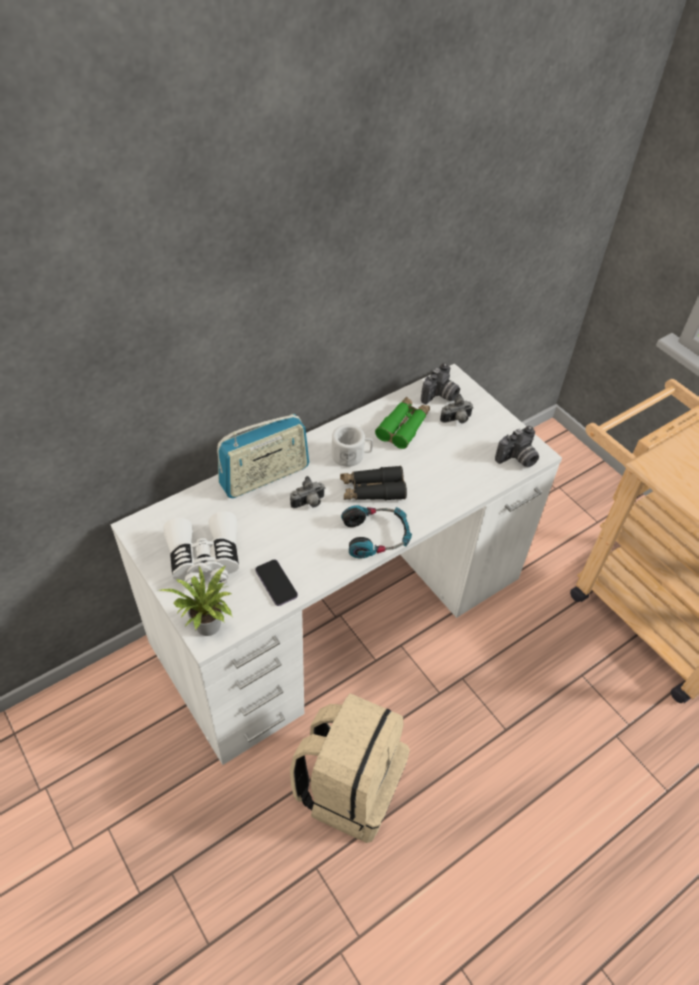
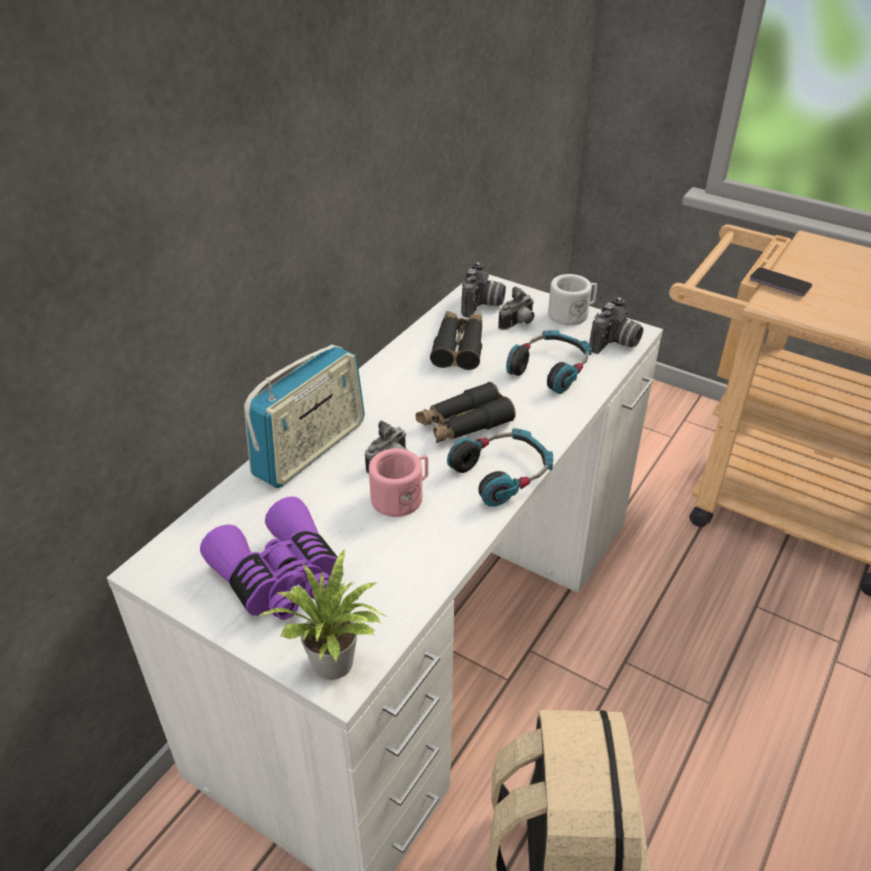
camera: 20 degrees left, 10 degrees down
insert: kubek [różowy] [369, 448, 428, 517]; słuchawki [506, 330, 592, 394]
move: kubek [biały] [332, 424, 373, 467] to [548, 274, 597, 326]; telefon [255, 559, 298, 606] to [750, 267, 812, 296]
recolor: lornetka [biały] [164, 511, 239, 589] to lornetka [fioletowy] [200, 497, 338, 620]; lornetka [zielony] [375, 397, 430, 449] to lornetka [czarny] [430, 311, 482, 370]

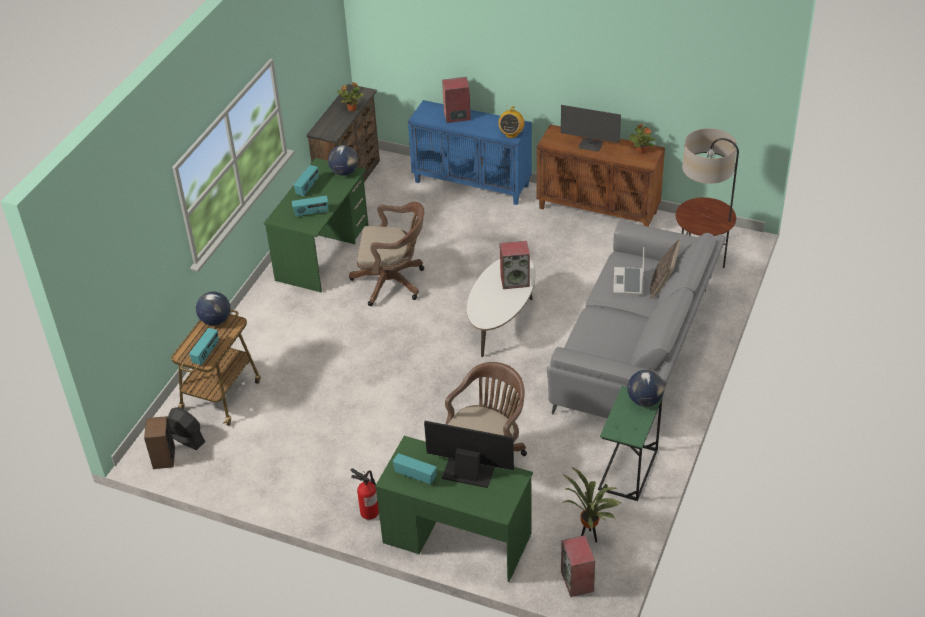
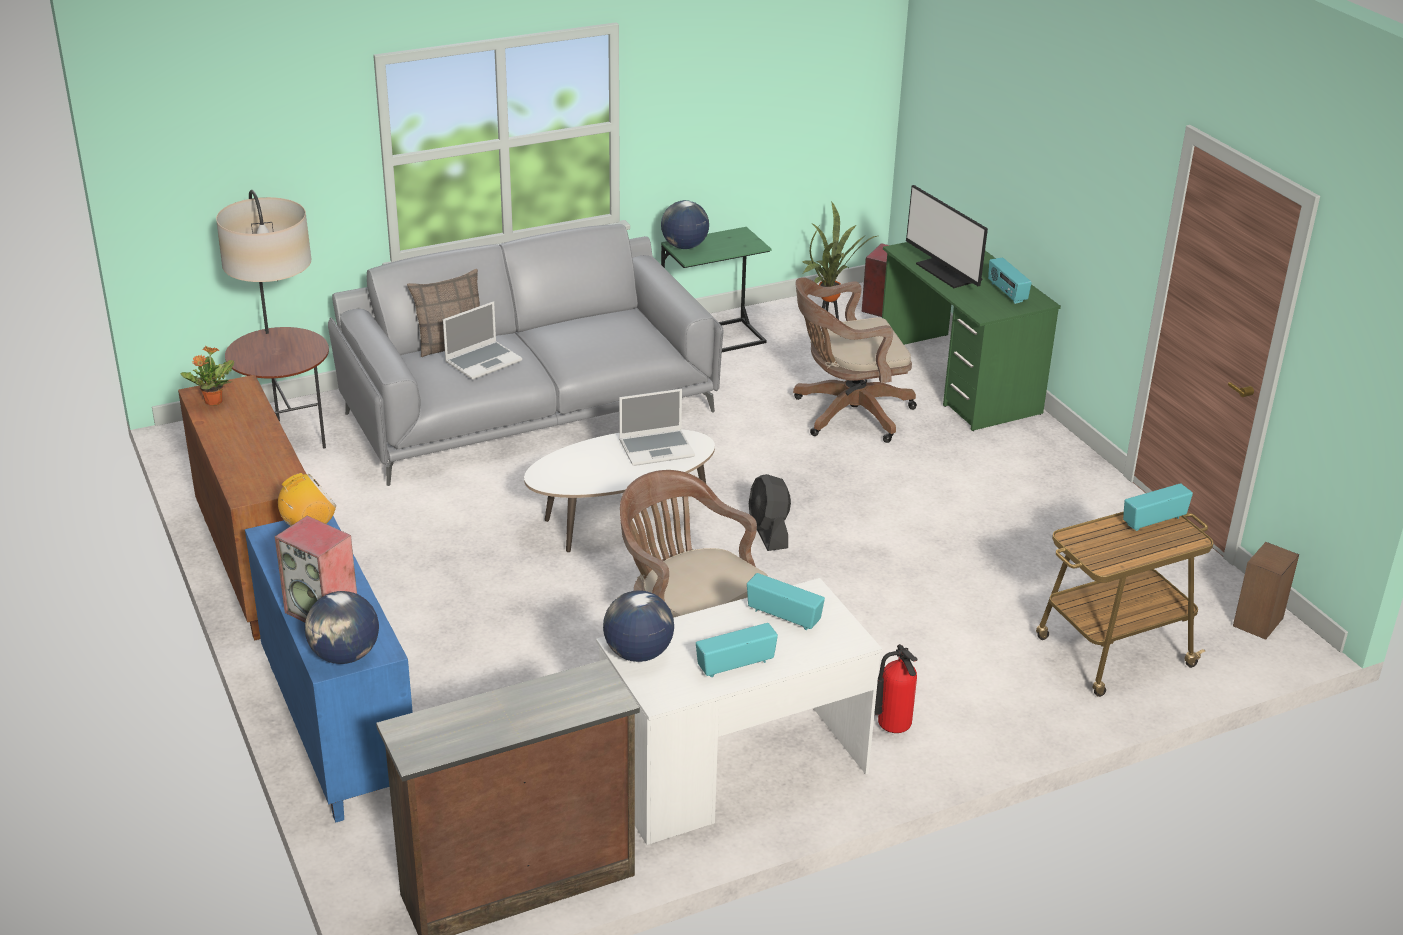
camera: 140 degrees left, 10 degrees down
delete: roślina doniczkowa [337, 82, 364, 112]; głośnik [500, 241, 530, 289]; monitor [561, 105, 621, 152]
insert: laptop [619, 389, 695, 466]
move: globus [196, 291, 230, 326] to [305, 591, 379, 664]; wentylator [czarny] [167, 407, 206, 450] to [749, 474, 791, 551]; gaśnica [350, 468, 379, 520] to [874, 644, 917, 733]
recolor: biurko [zielony] [264, 158, 368, 292] to biurko [biały] [596, 578, 882, 845]

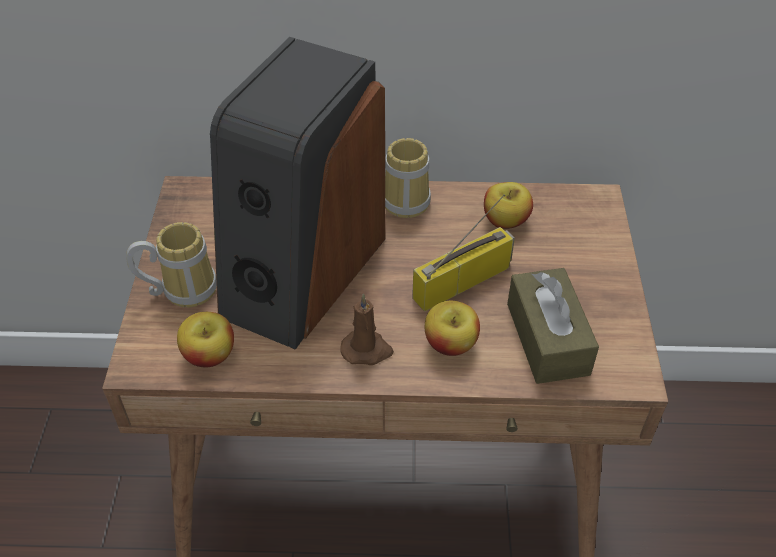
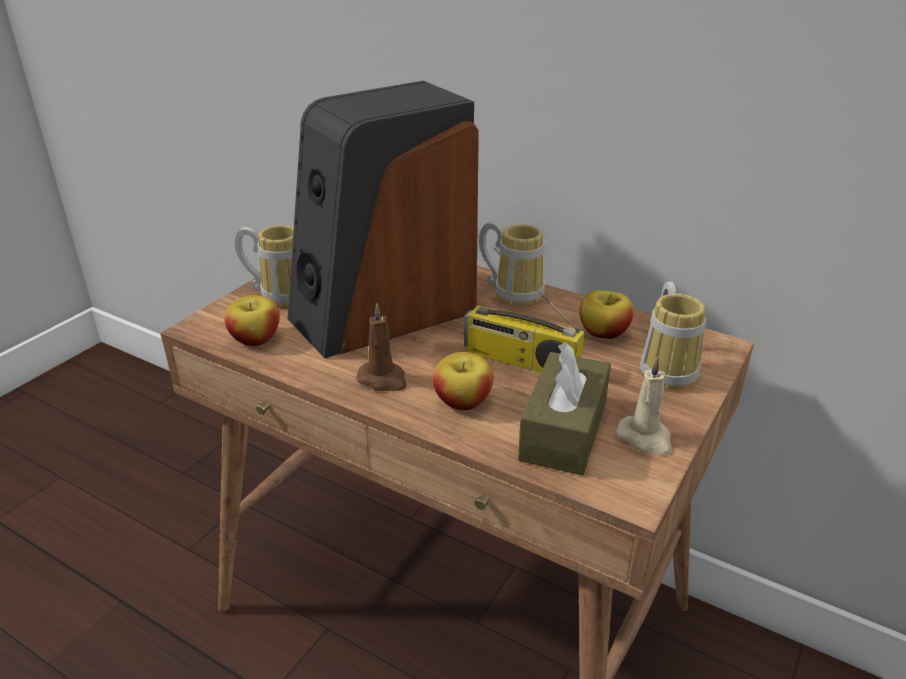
camera: 30 degrees right, 15 degrees down
insert: świeca [beżowy] [616, 356, 672, 456]; kubek [640, 282, 706, 389]
rotate: radio [412, 194, 515, 311] = [464, 248, 584, 373] 150 degrees counterclockwise

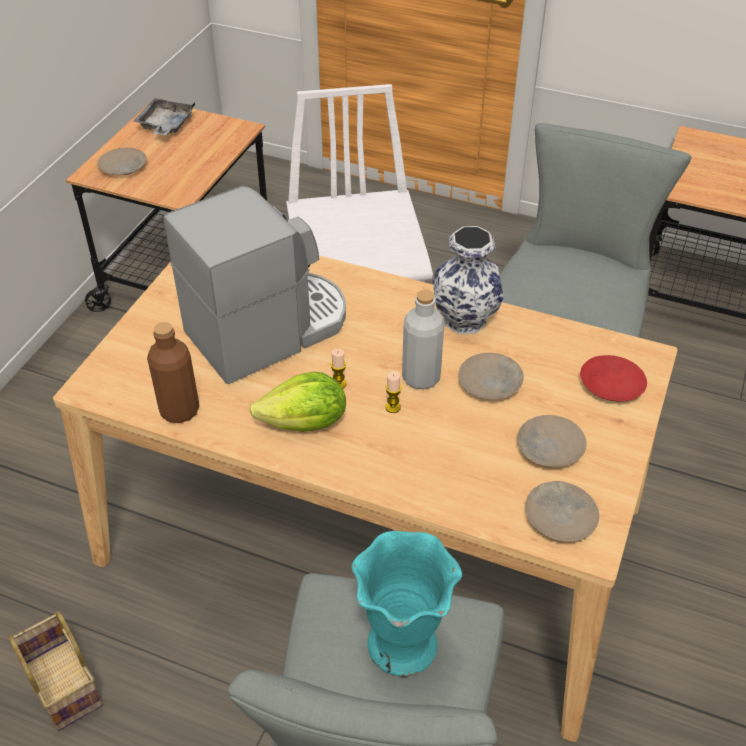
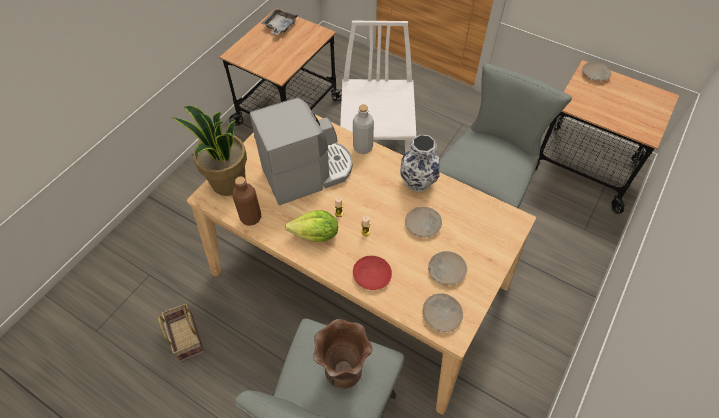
camera: 10 degrees right, 10 degrees up
insert: roślina doniczkowa [172, 106, 247, 196]
move: butelka [szary] [402, 290, 444, 389] to [353, 104, 374, 154]; talerz [czerwony] [580, 355, 647, 402] to [353, 256, 392, 290]; talerz [beżowy] [97, 148, 147, 175] to [582, 62, 611, 81]
recolor: wazon [turkusowy] [351, 531, 462, 677] to wazon [brązowy] [313, 319, 372, 389]

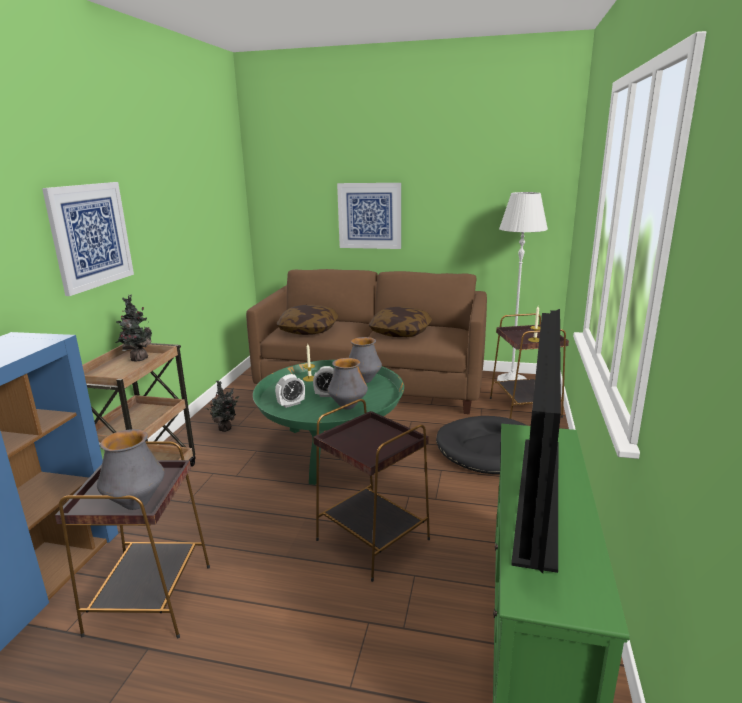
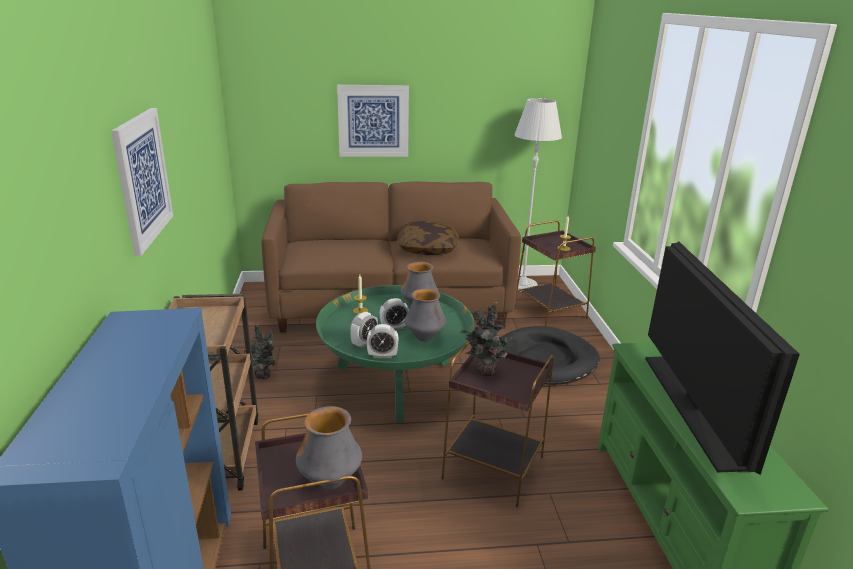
camera: 20 degrees left, 5 degrees up
delete: poduszka [277, 305, 339, 335]
insert: budzik [367, 324, 399, 358]
move: roślina doniczkowa [115, 295, 152, 361] to [459, 301, 516, 376]

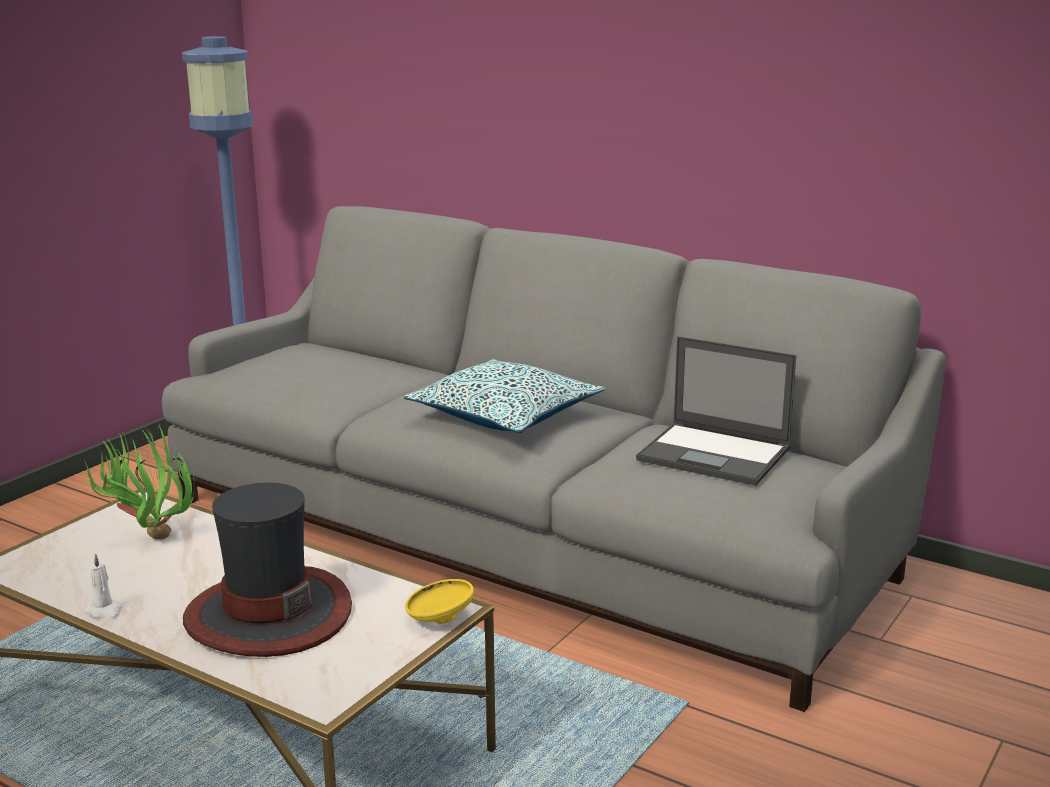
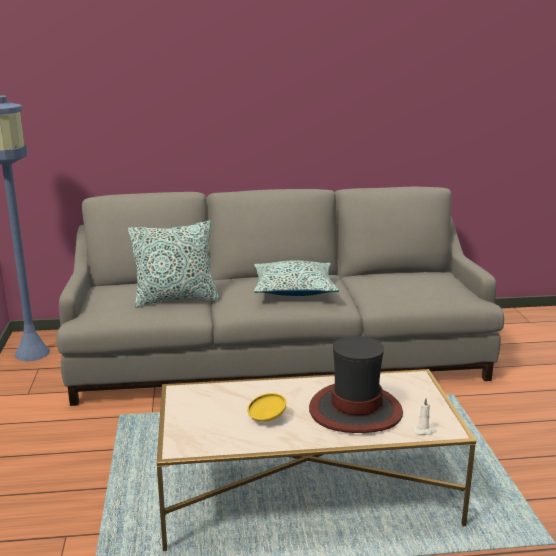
camera: 40 degrees left, 0 degrees up
delete: roślina doniczkowa [84, 423, 194, 539]; laptop [636, 336, 796, 486]
insert: poduszka [128, 220, 219, 308]
move: miska [żółty] [405, 579, 474, 624] to [247, 393, 286, 422]; świeca [biały] [84, 553, 121, 619] to [412, 398, 436, 435]

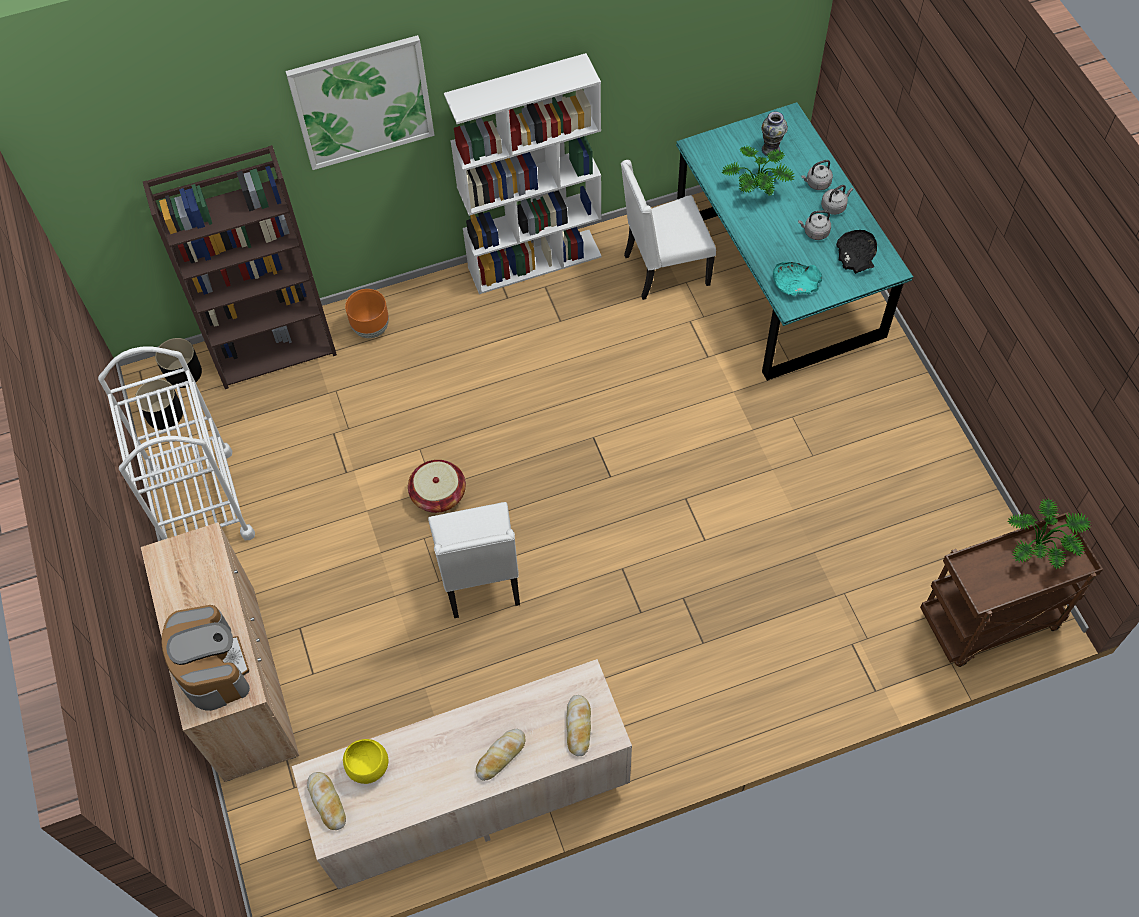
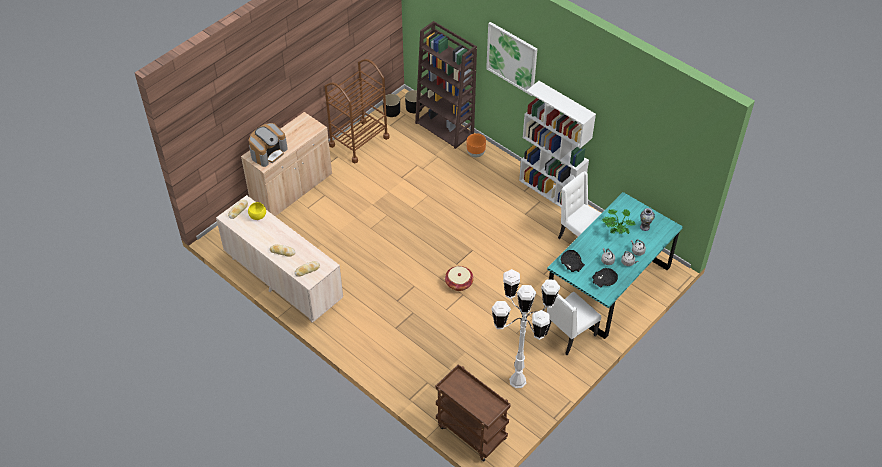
camera: 60 degrees right, 10 degrees down
delete: roślina doniczkowa [1008, 498, 1091, 570]
insert: lampa stojąca [biały] [491, 269, 560, 388]
move: koszyk [408, 460, 466, 513] to [445, 266, 474, 291]; krzesło [biały] [428, 502, 520, 618] to [545, 292, 601, 355]
recolor: wózek [biały] [98, 346, 255, 540] to wózek [brązowy] [324, 59, 390, 163]; miska [turkusowy] [773, 262, 822, 296] to miska [czarny] [561, 250, 585, 272]

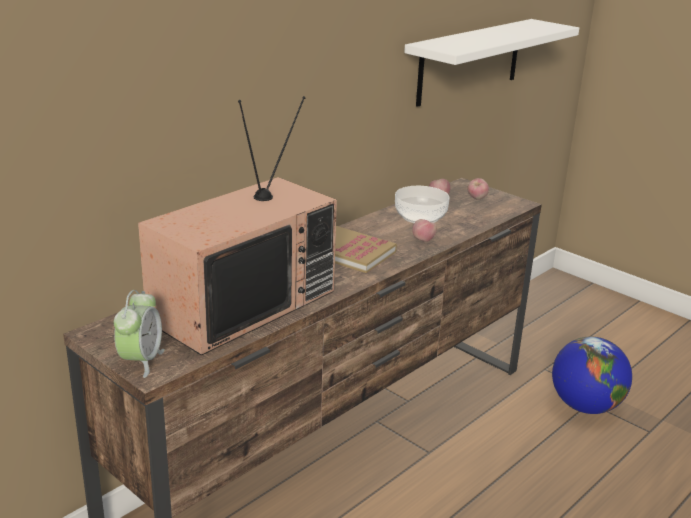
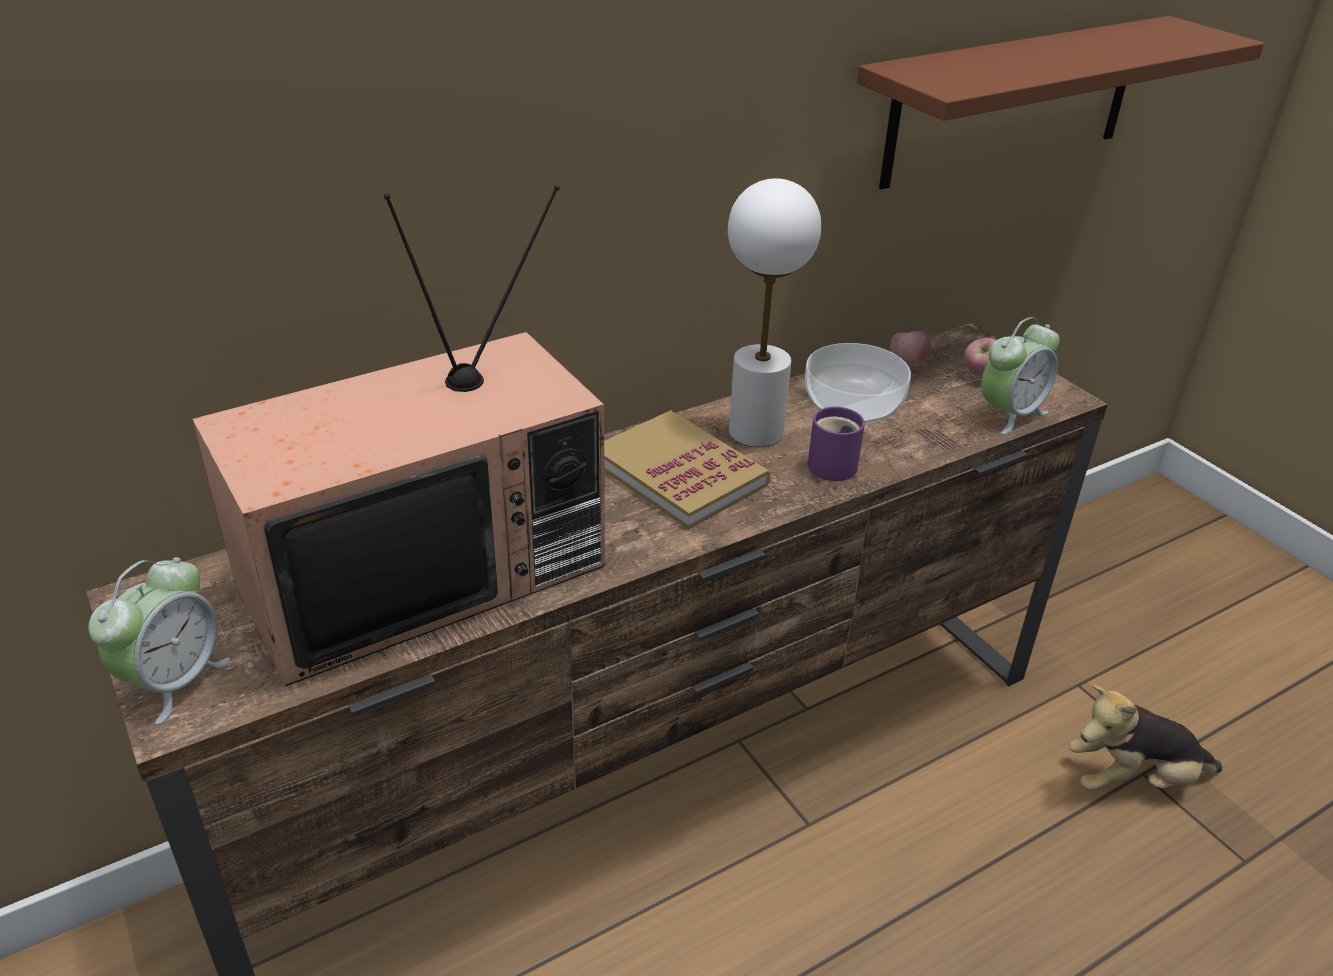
camera: 15 degrees right, 10 degrees up
insert: lampa stołowa [biały] [728, 178, 821, 447]; budzik [982, 317, 1059, 434]
replace: jabłko [412, 219, 437, 242] to kubek [fioletowy] [808, 407, 865, 481]; globus [552, 336, 632, 414] to pluszak [1069, 685, 1222, 790]
recolor: półka [biały] [404, 19, 579, 107] to półka [brązowy] [857, 16, 1264, 189]

